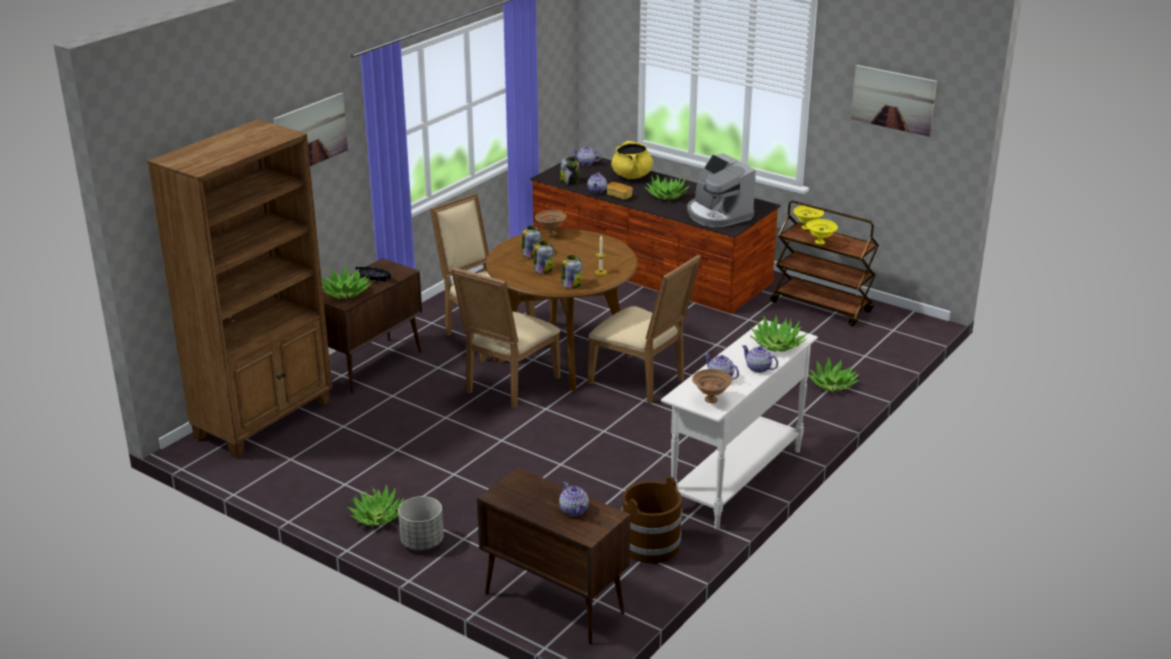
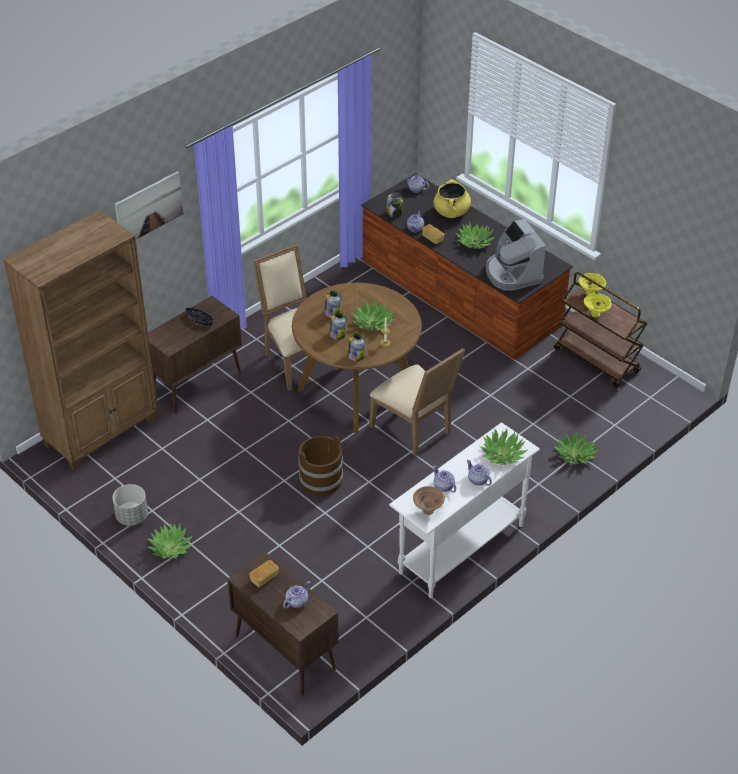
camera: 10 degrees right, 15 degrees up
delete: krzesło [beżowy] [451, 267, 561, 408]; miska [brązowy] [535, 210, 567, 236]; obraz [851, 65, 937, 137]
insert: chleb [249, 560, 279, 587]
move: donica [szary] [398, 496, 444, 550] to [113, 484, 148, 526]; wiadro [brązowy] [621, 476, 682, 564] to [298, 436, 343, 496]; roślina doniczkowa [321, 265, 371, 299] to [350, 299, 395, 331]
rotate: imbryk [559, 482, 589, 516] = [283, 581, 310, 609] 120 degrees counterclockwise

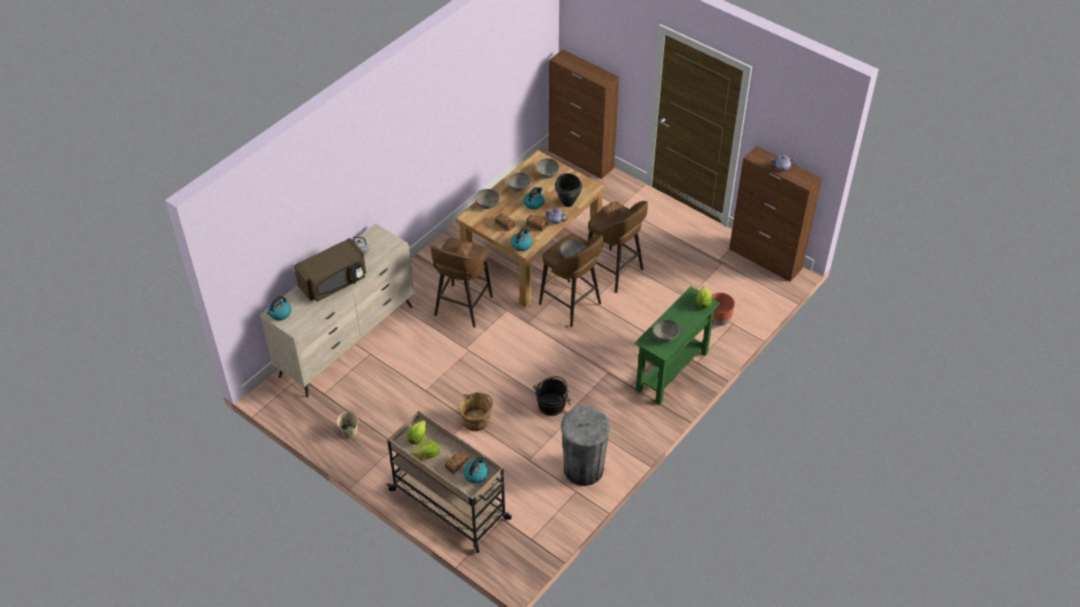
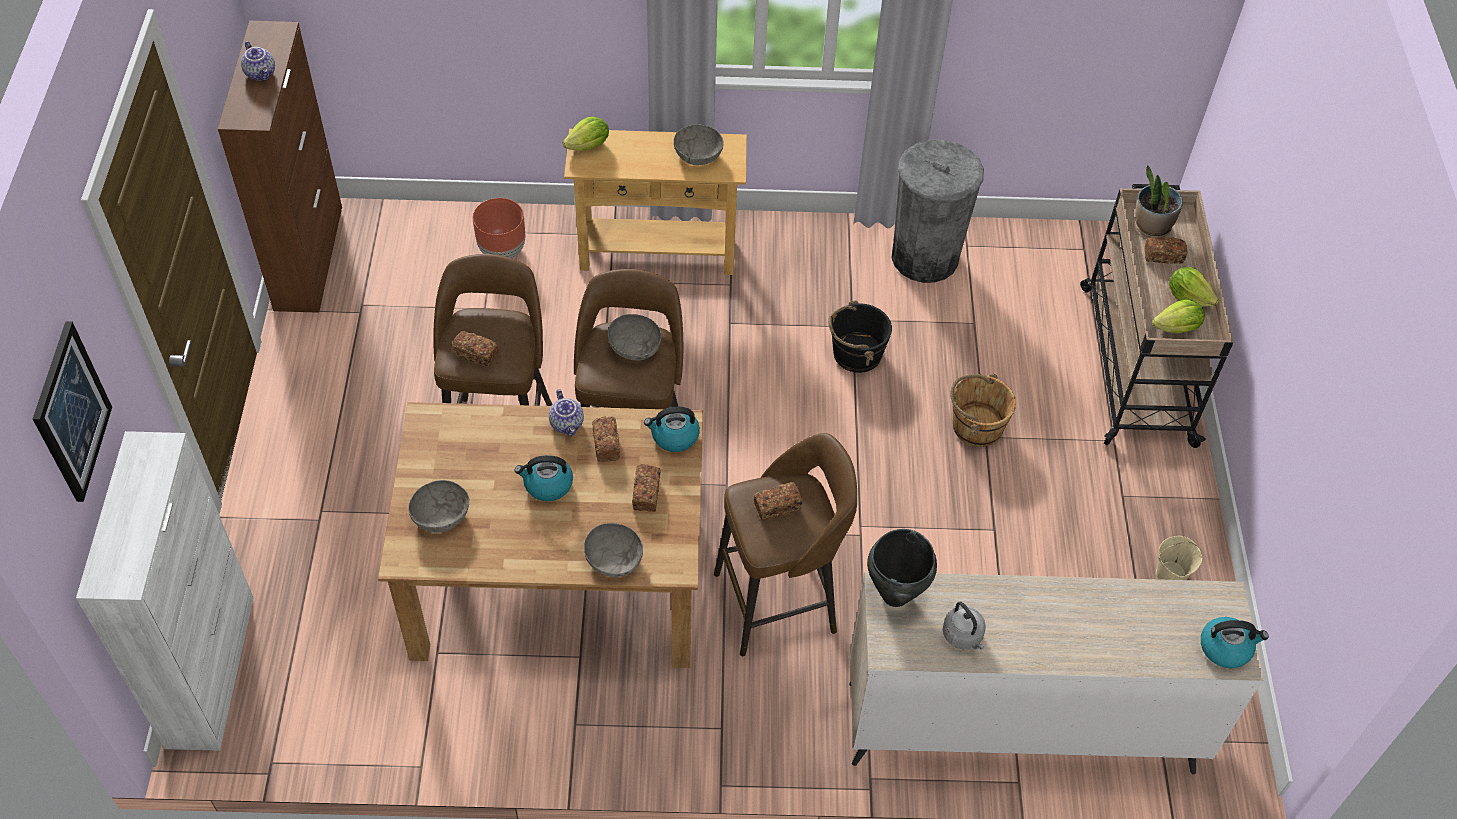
camera: 130 degrees left, 5 degrees up
delete: mikrofalówka [brązowy] [294, 238, 366, 302]; miska [szary] [507, 173, 532, 192]
insert: obraz [33, 321, 112, 502]
move: garnek [czarny] [555, 173, 582, 207] to [867, 529, 937, 607]
replace: czajnik [463, 455, 488, 484] to roślina doniczkowa [1135, 165, 1183, 237]
recolor: szafka [brązowy] [549, 49, 619, 179] to szafka [biały] [76, 431, 254, 751]; stolik konsolowy [zielony] [635, 286, 720, 405] to stolik konsolowy [beżowy] [564, 129, 747, 275]

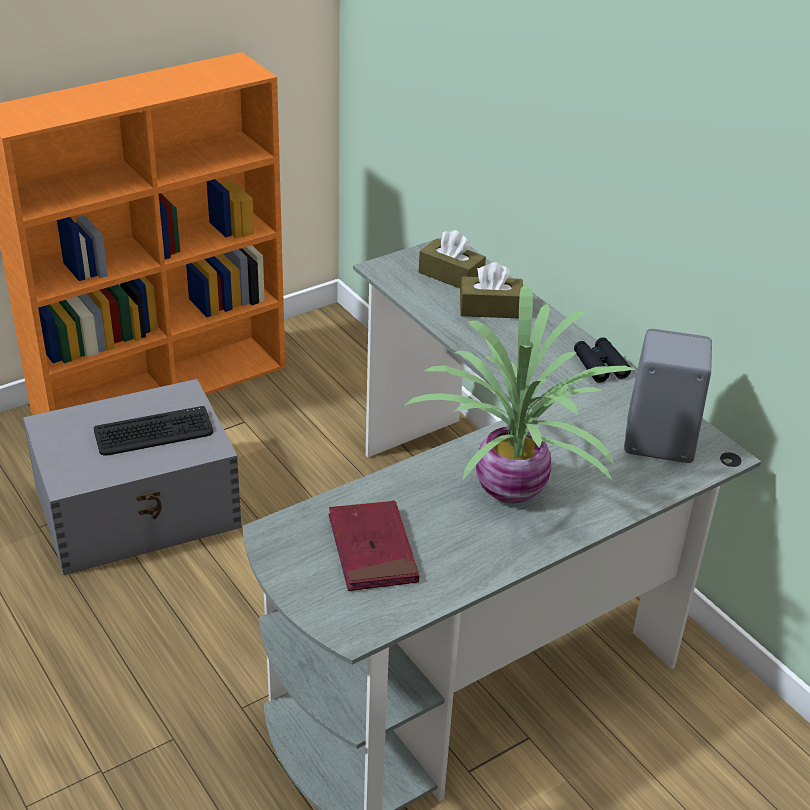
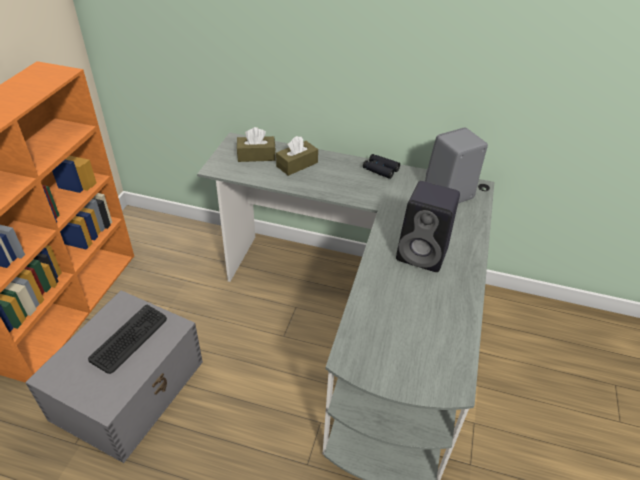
camera: 40 degrees left, 5 degrees up
delete: książka [czerwony] [329, 501, 420, 591]
replace: roślina doniczkowa [403, 284, 636, 503] to głośnik [czarny] [396, 181, 460, 272]

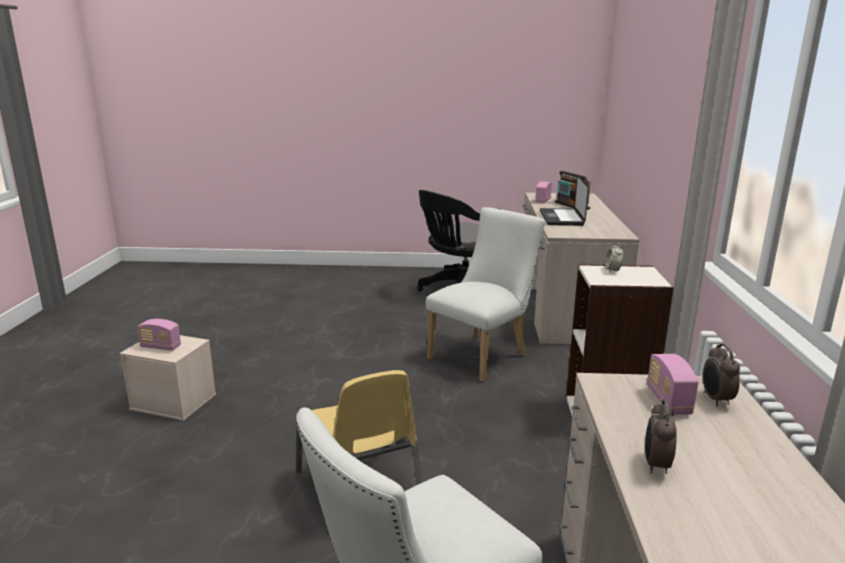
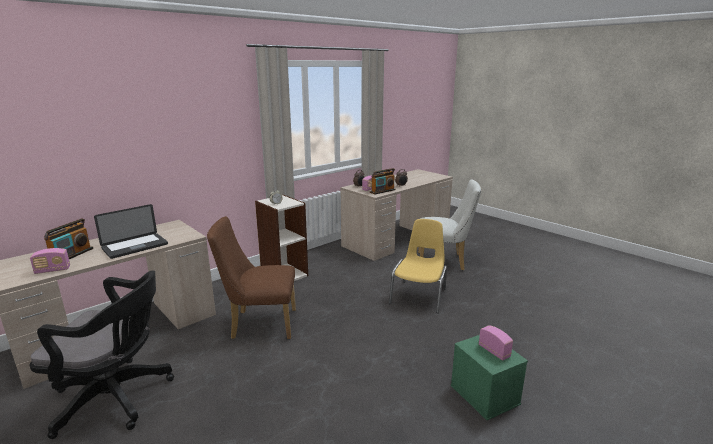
camera: 135 degrees left, 0 degrees up
insert: radio [370, 168, 396, 194]
recolor: krzesło [biały] [426, 207, 545, 382] to krzesło [brązowy] [207, 216, 296, 339]; pojemnik do przechowywania [beżowy] [120, 335, 216, 421] to pojemnik do przechowywania [zielony] [451, 335, 528, 420]

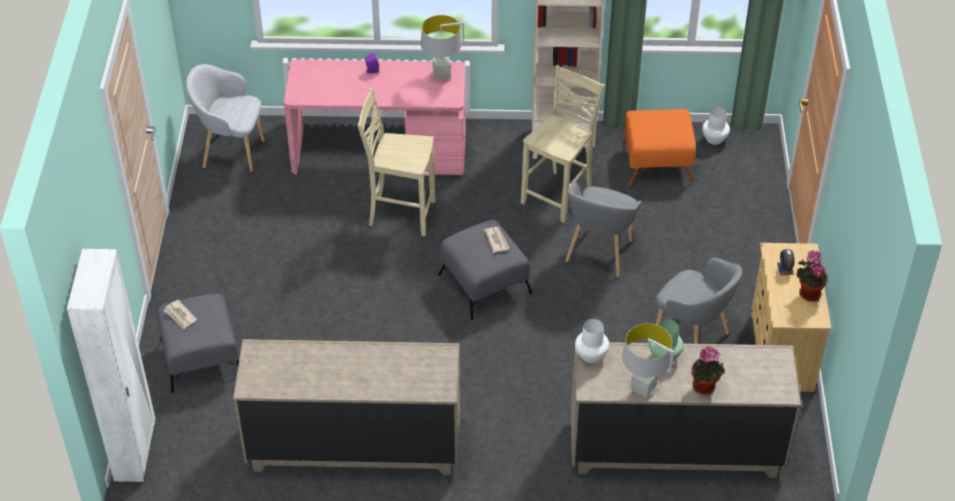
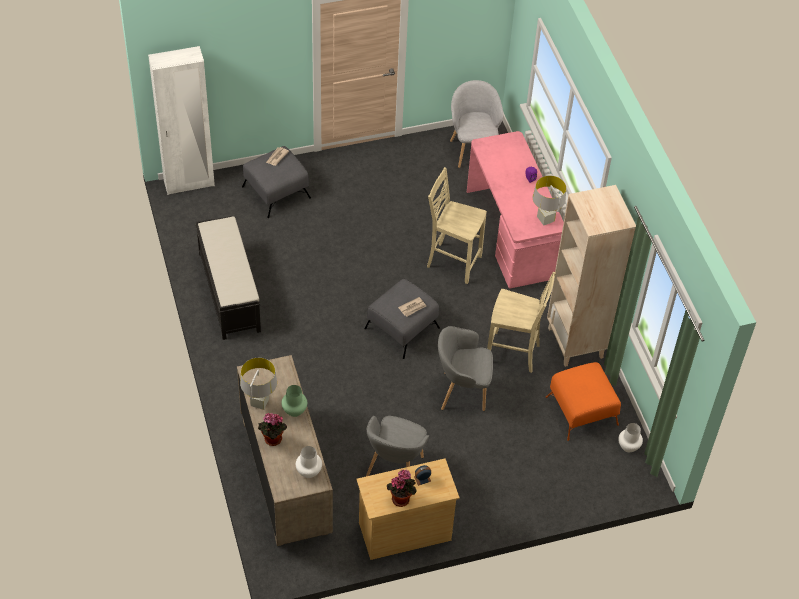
camera: 70 degrees right, 5 degrees up
move: wazon [biały] [575, 319, 609, 363] to [296, 446, 322, 478]
replace: komoda [beżowy] [233, 339, 460, 476] to ławka [czarny] [195, 216, 261, 340]
rotate: krzesło [beżowy] [357, 88, 435, 236] = [427, 167, 487, 284] 60 degrees counterclockwise

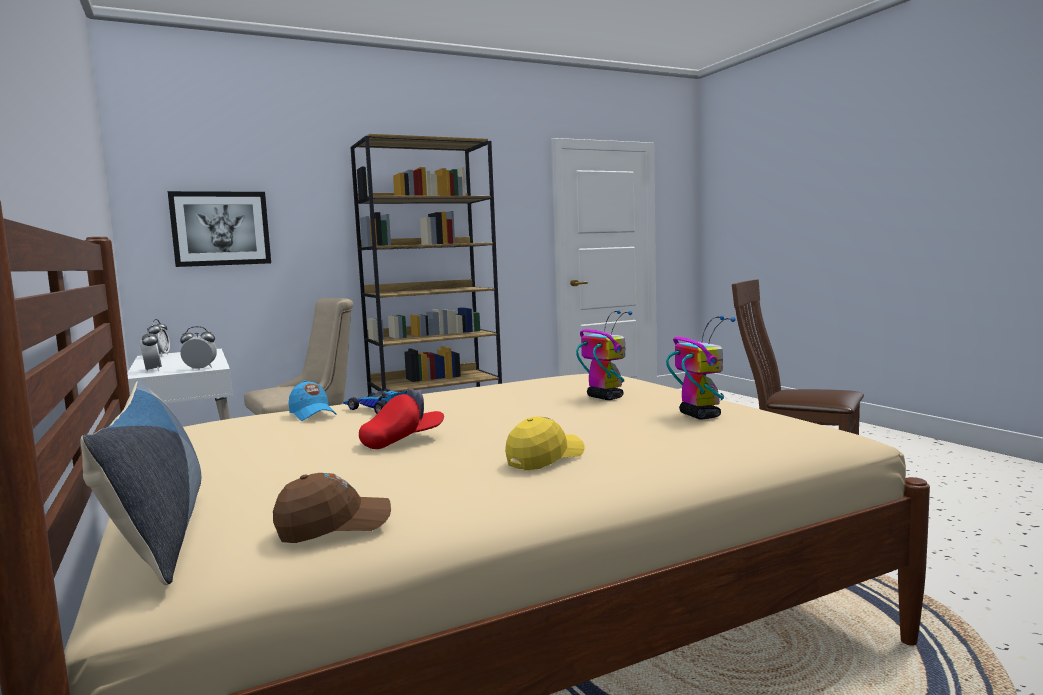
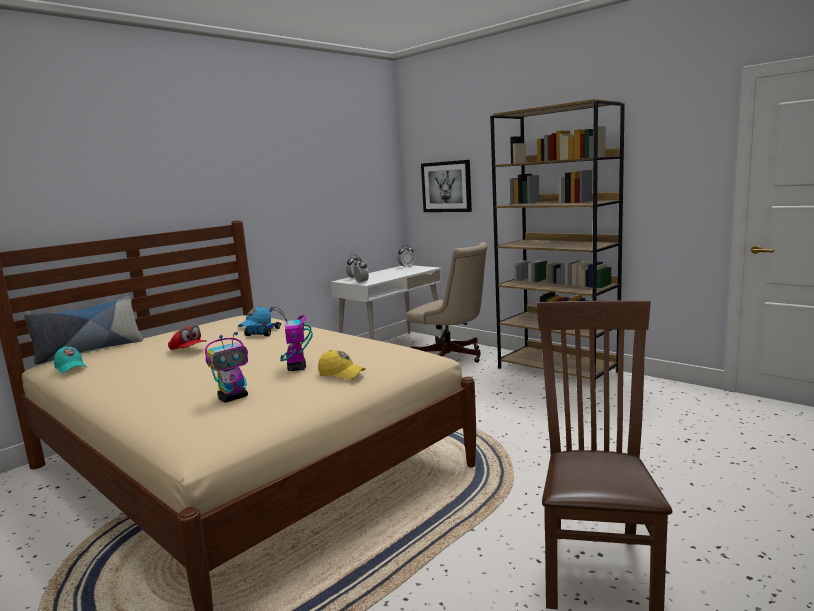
camera: 70 degrees right, 5 degrees up
move: czapka z daszkiem [żółty] [505, 416, 585, 470] to [318, 350, 366, 380]
recolor: czapka z daszkiem [brązowy] [273, 473, 391, 543] to czapka z daszkiem [turkusowy] [54, 346, 87, 374]
rotate: robot zabawkowy [576, 310, 632, 400] = [269, 306, 313, 371] 135 degrees clockwise

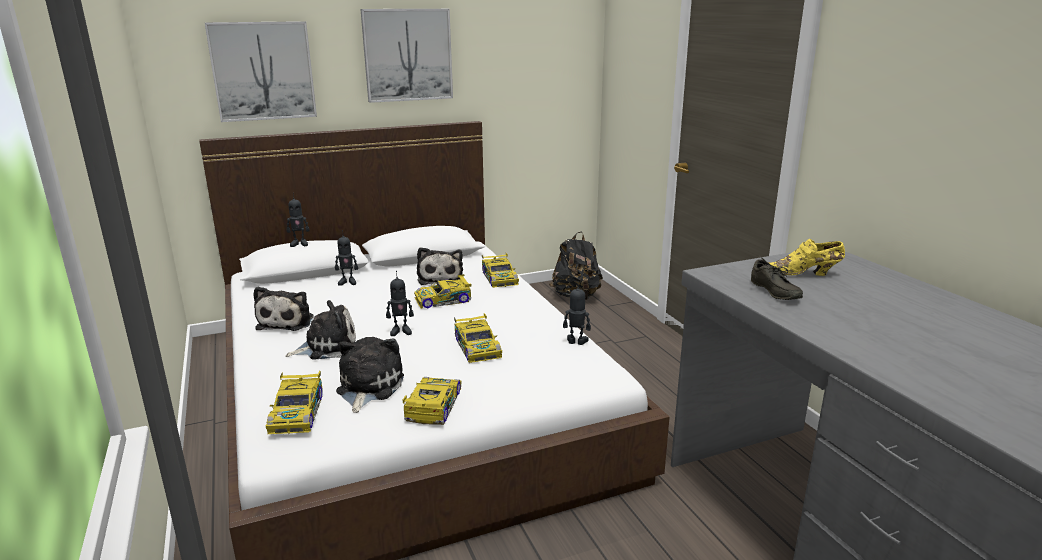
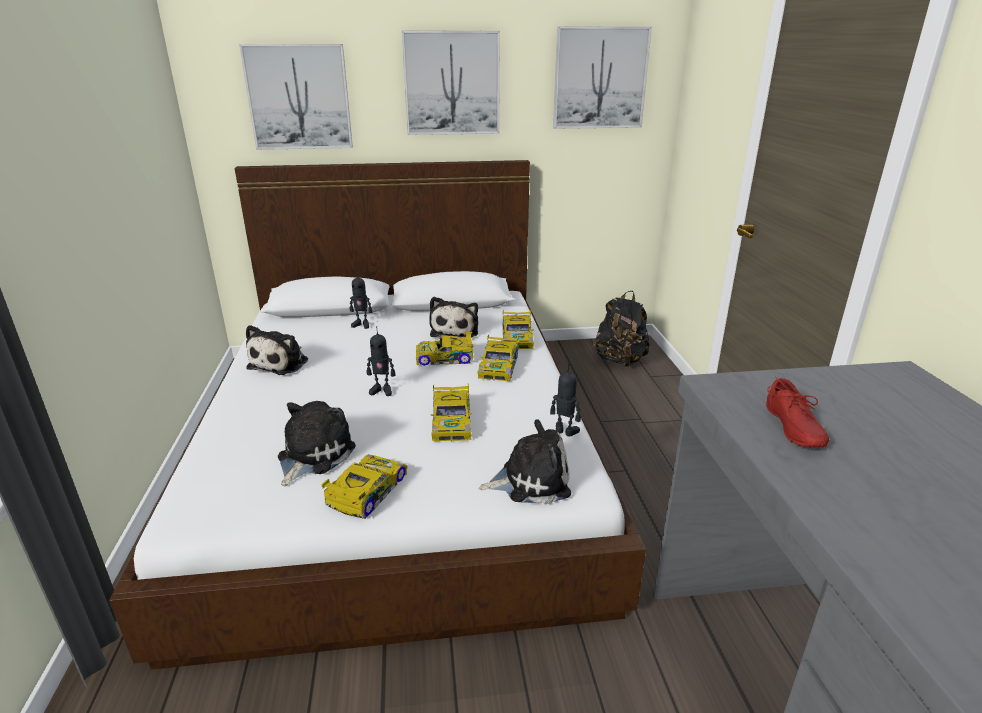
camera: 15 degrees right, 5 degrees up
delete: robot zabawkowy [286, 194, 310, 247]; but [żółty] [768, 239, 845, 276]
insert: obraz [553, 26, 652, 129]
move: samochodzik [266, 371, 323, 434] to [477, 334, 518, 381]; pluszak [285, 300, 356, 360] to [478, 419, 571, 504]
recolor: but [szary] [751, 256, 803, 300] to but [czerwony] [766, 377, 829, 448]

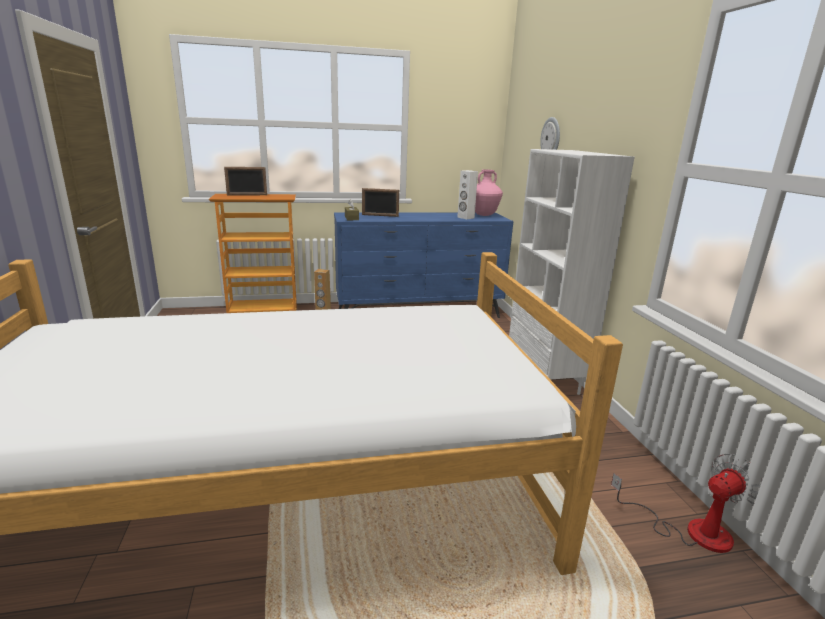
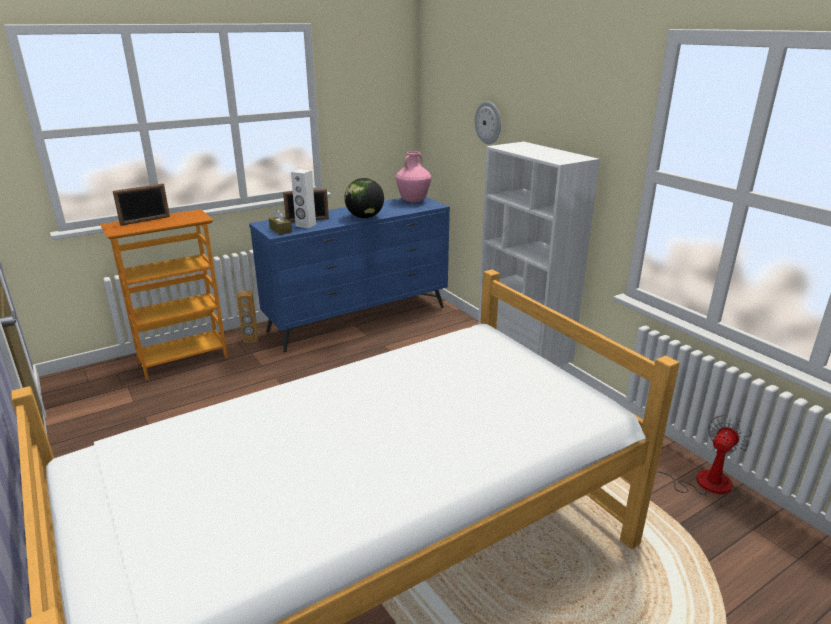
camera: 20 degrees left, 5 degrees up
insert: globus [344, 178, 384, 218]
move: głośnik [biały] [457, 170, 478, 219] to [291, 169, 316, 228]

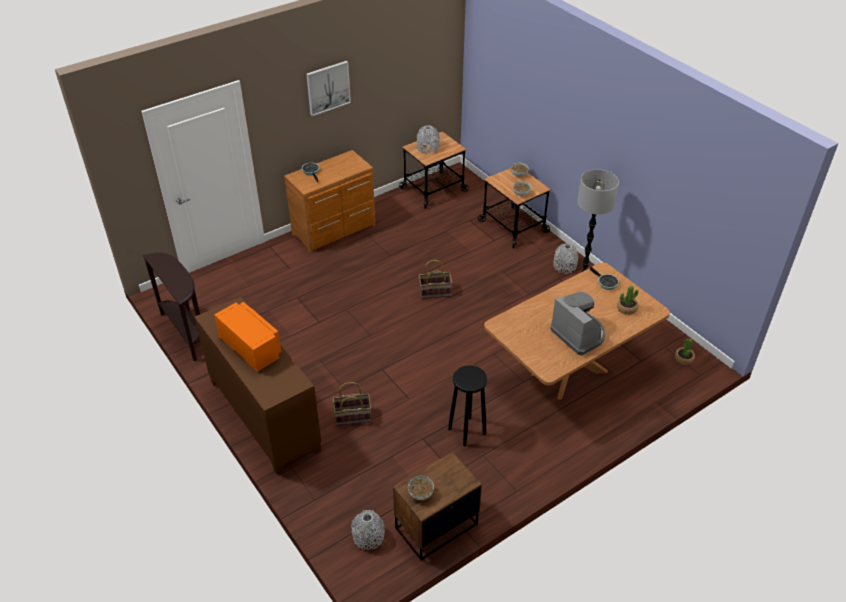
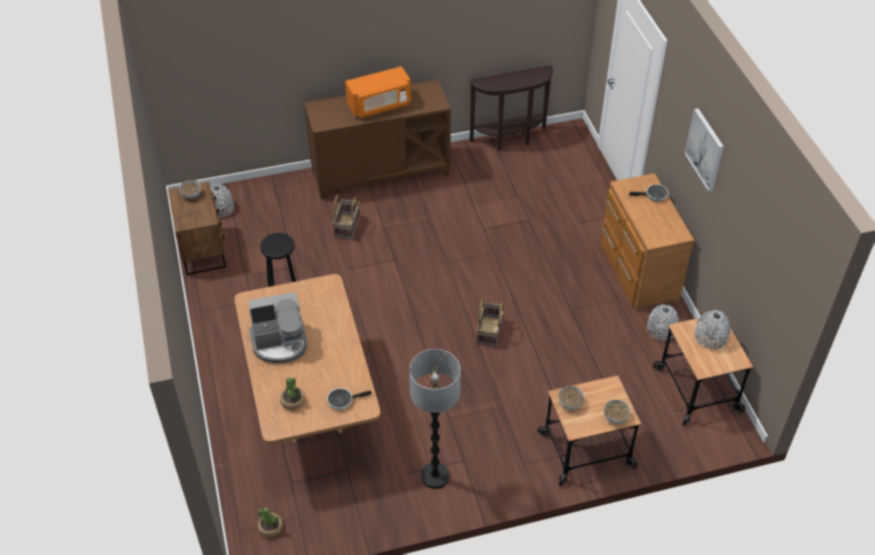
camera: 110 degrees right, 5 degrees up
move: wazon [szary] [553, 243, 578, 274] to [647, 304, 678, 341]

